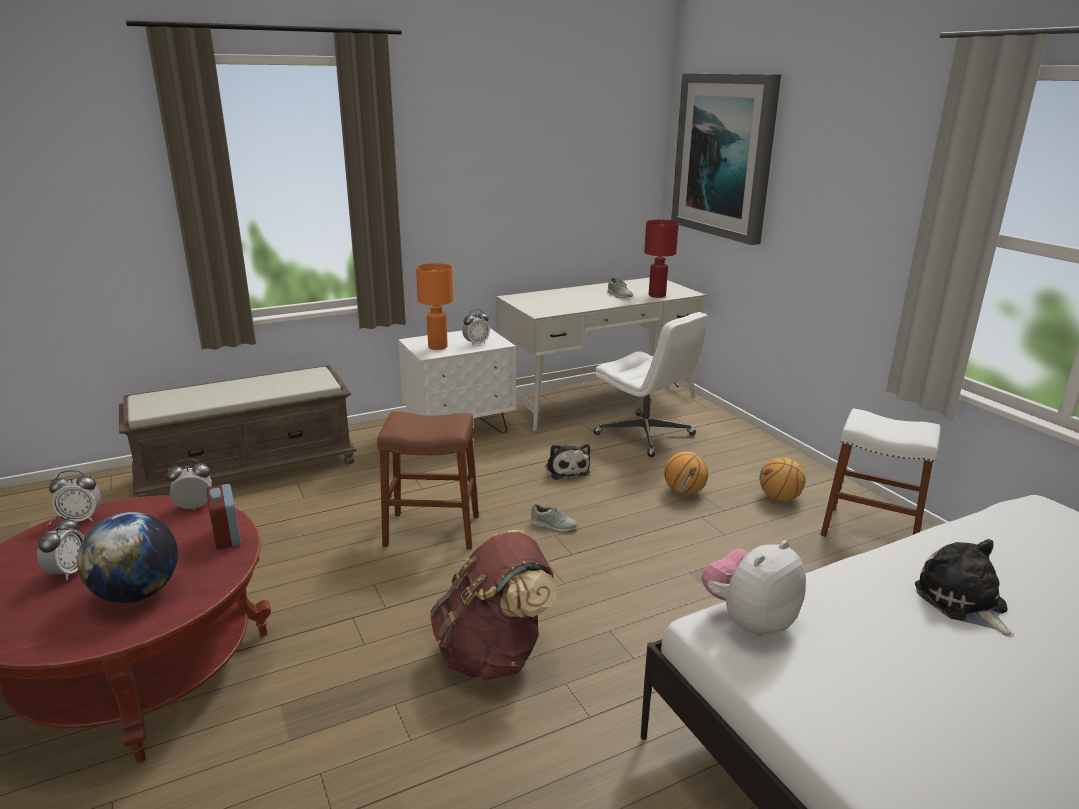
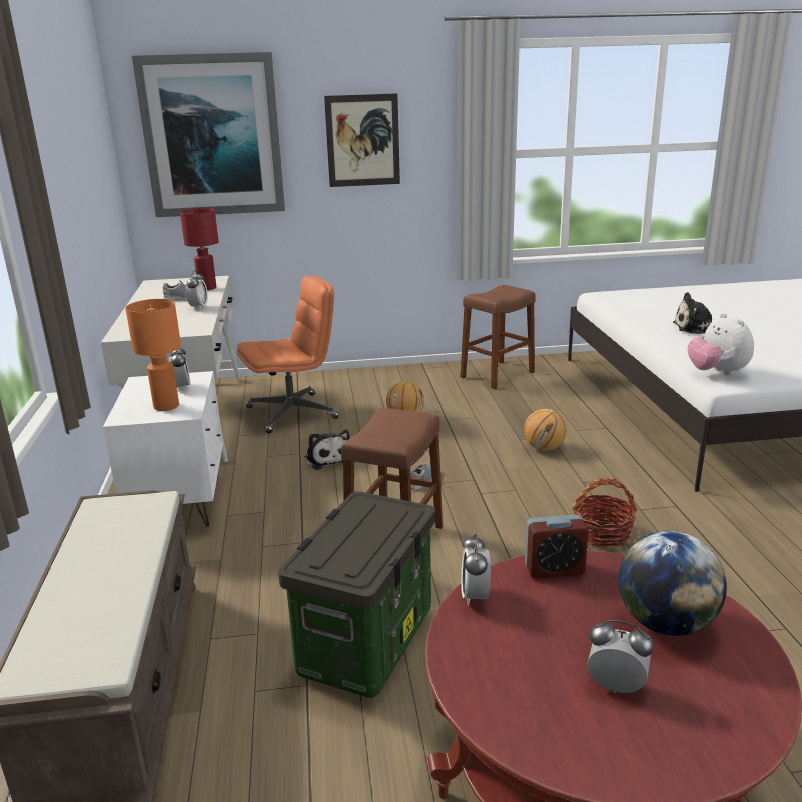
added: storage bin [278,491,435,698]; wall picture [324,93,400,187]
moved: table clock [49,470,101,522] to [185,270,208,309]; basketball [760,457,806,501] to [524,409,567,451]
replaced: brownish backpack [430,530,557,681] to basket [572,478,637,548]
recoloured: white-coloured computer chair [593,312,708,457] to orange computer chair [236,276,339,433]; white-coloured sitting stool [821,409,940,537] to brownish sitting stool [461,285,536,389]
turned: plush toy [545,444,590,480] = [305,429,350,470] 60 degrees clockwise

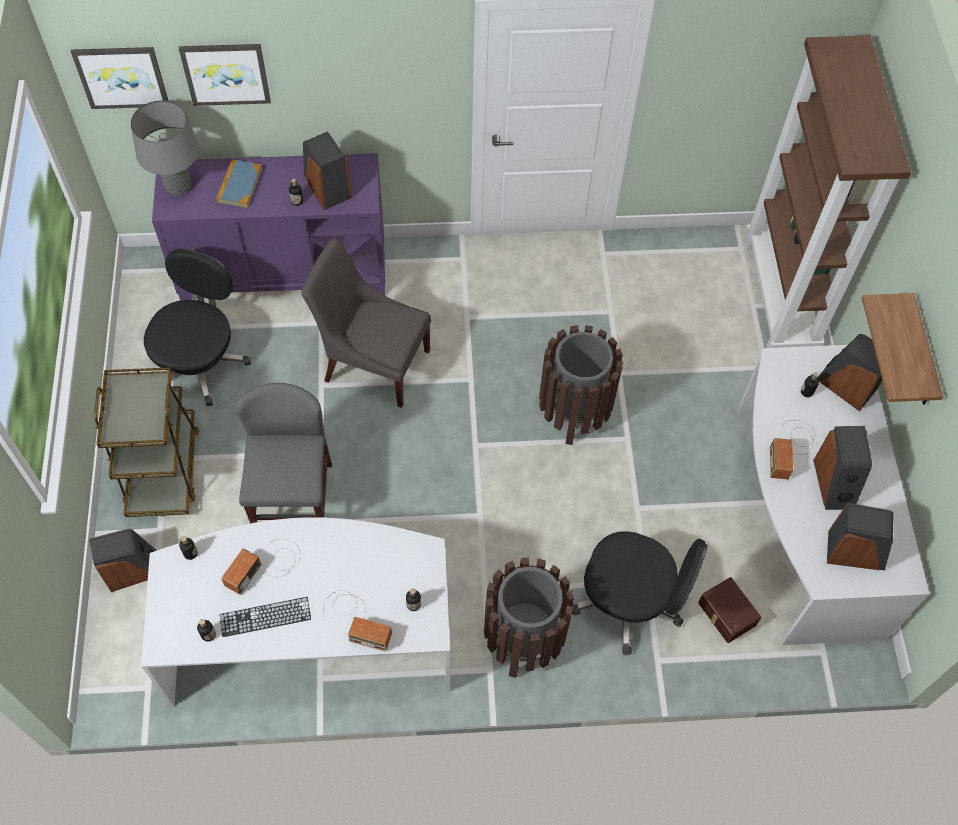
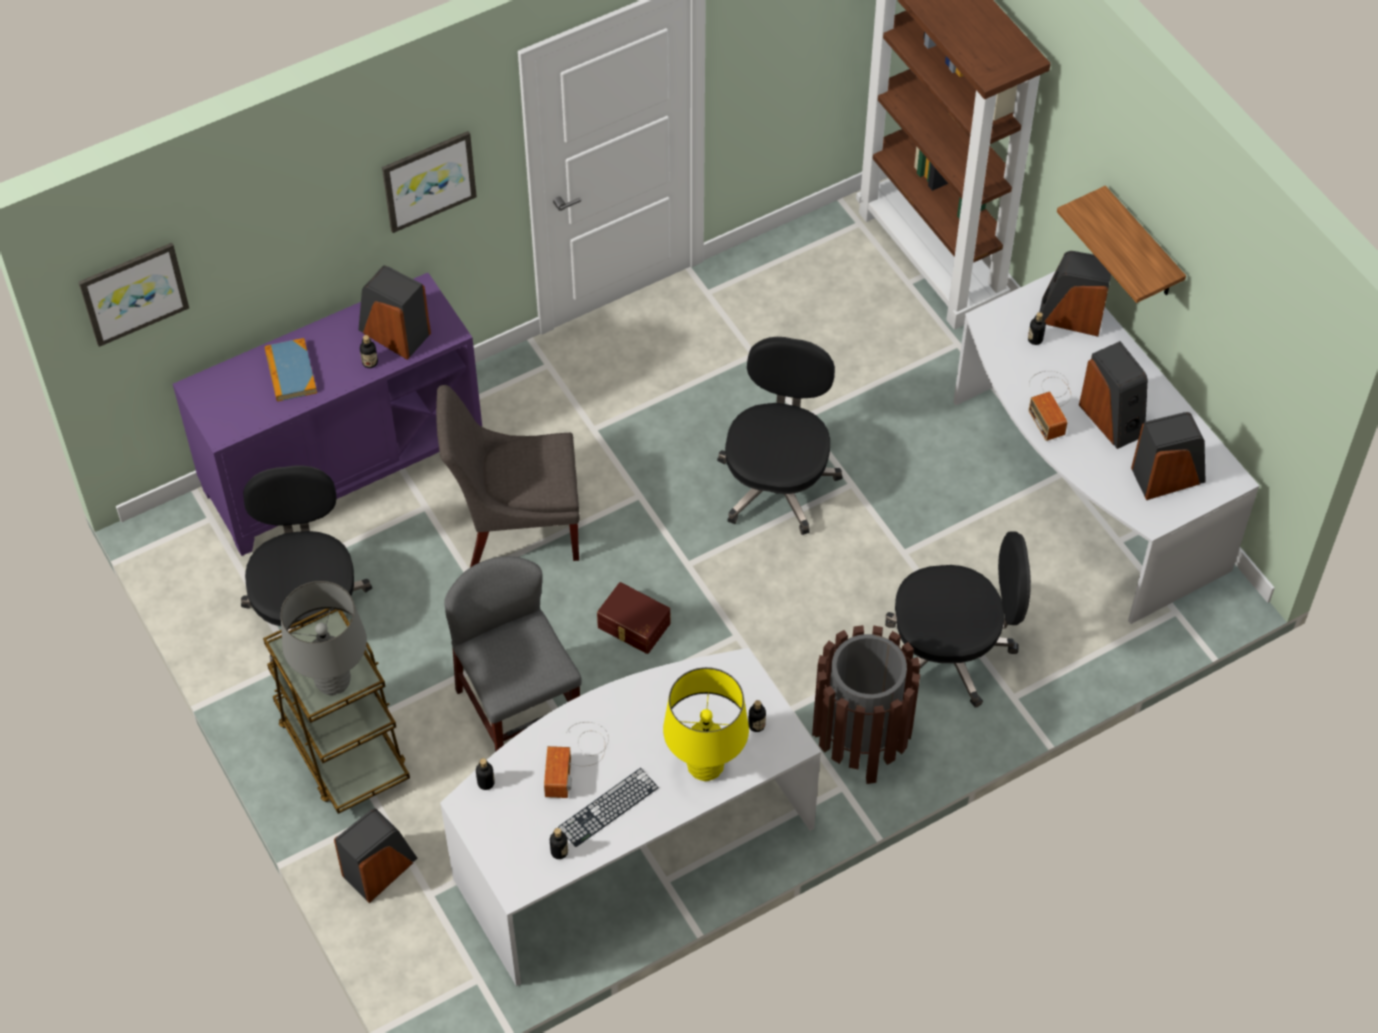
moved: gray tabletop lamp [131,100,199,196] to [281,581,367,696]; wall picture [179,44,271,106] to [382,131,477,233]; brownish storage bin [698,577,761,643] to [597,582,670,654]
replaced: radio [323,590,392,652] to yellowish tabletop lamp [663,667,749,781]; brownish waste bin [539,325,623,445] to blackish computer chair [717,337,843,535]

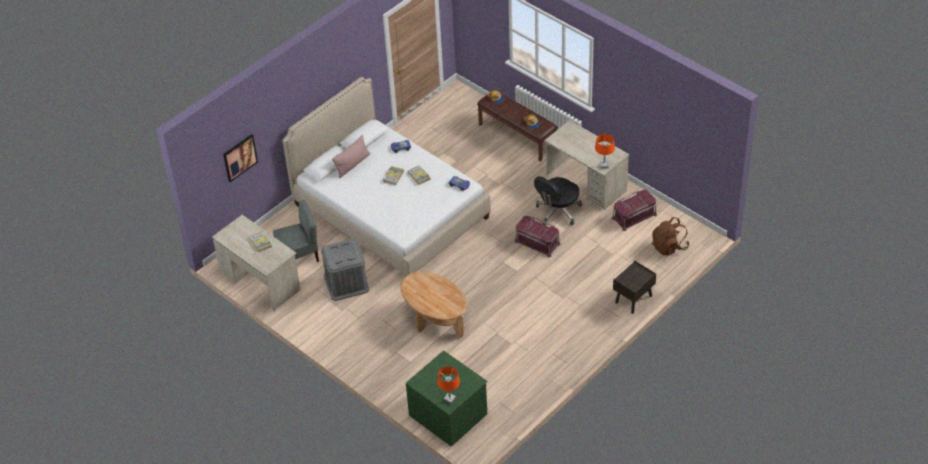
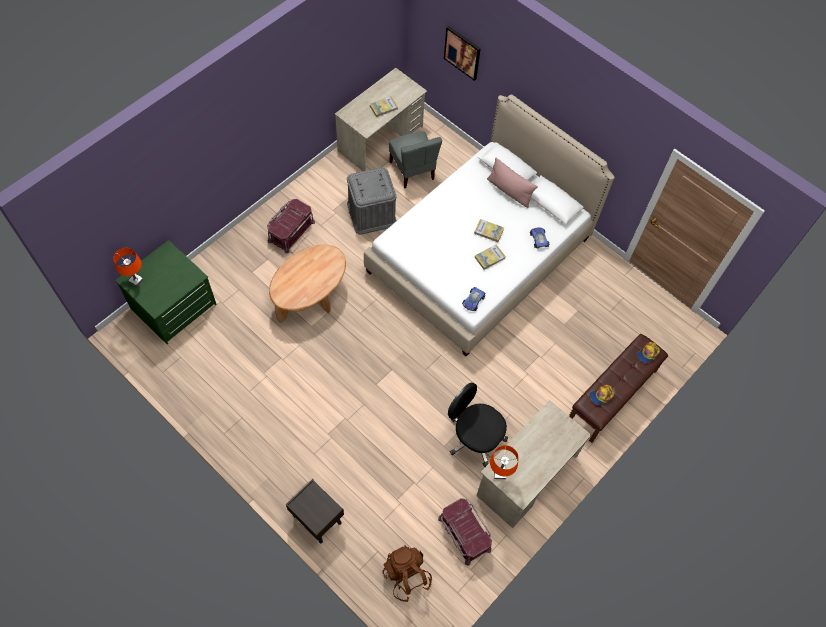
moved: reddish storage bin [514,216,561,257] to [267,199,315,253]

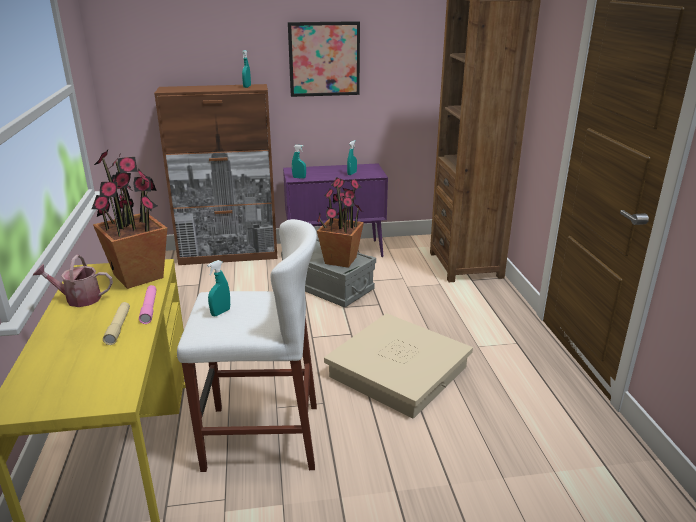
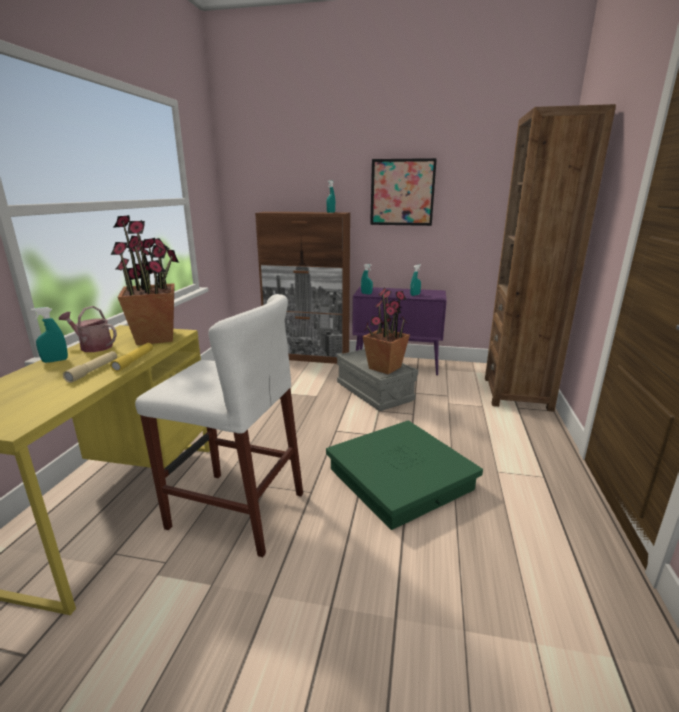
moved: blue-green sprayer [207,260,230,316] to [31,307,68,363]
recoloured: pink-coloured hand torch [139,285,156,324] to yellowish hand torch [110,343,153,372]; beige-coloured storage bin [324,313,473,419] to green-coloured storage bin [326,420,483,530]

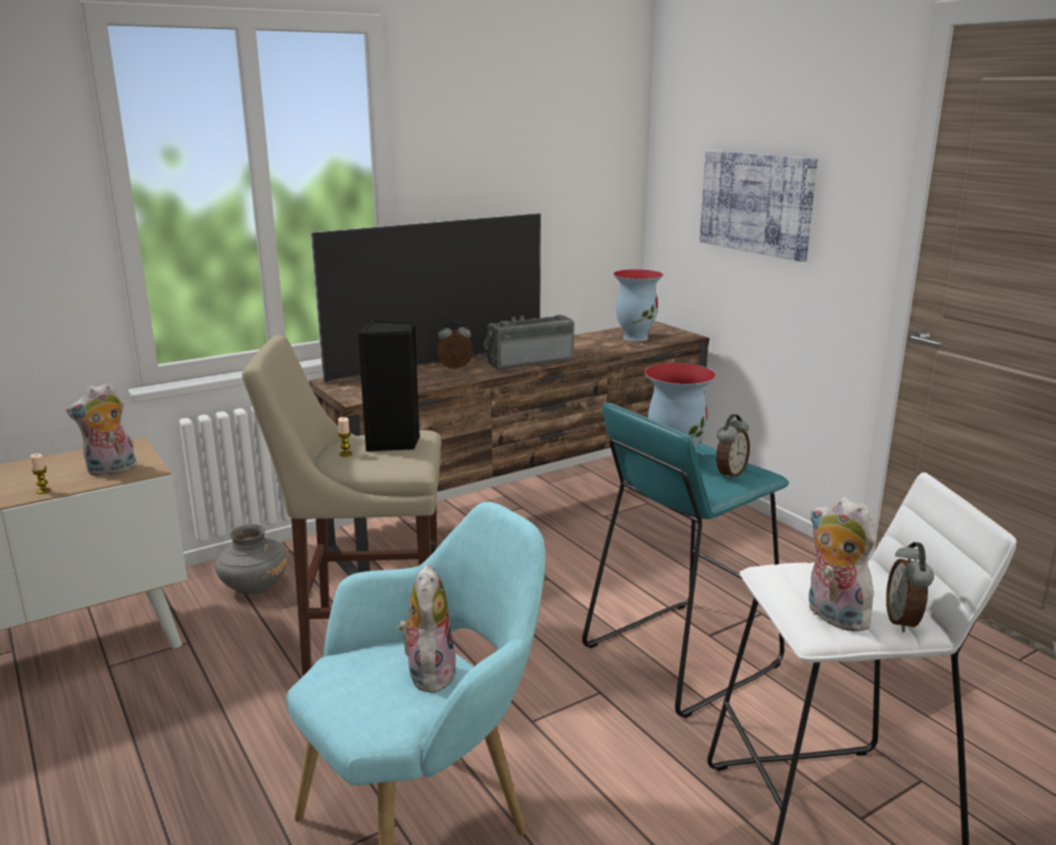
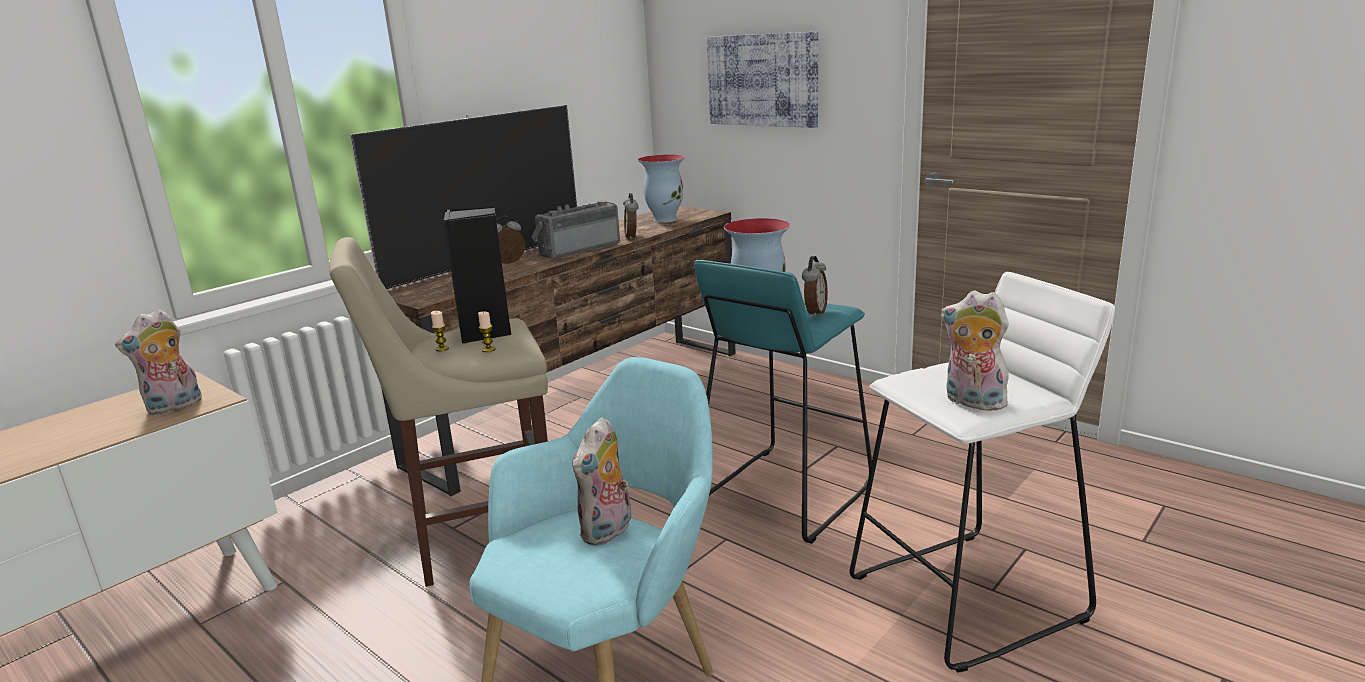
removed: gray decorative vase [215,524,288,595]
moved: wax candle [30,454,51,494] to [478,311,496,352]; table clock [886,542,934,633] to [623,193,639,240]
turned: plush toy [399,564,456,693] = [572,417,631,545] 135 degrees counterclockwise

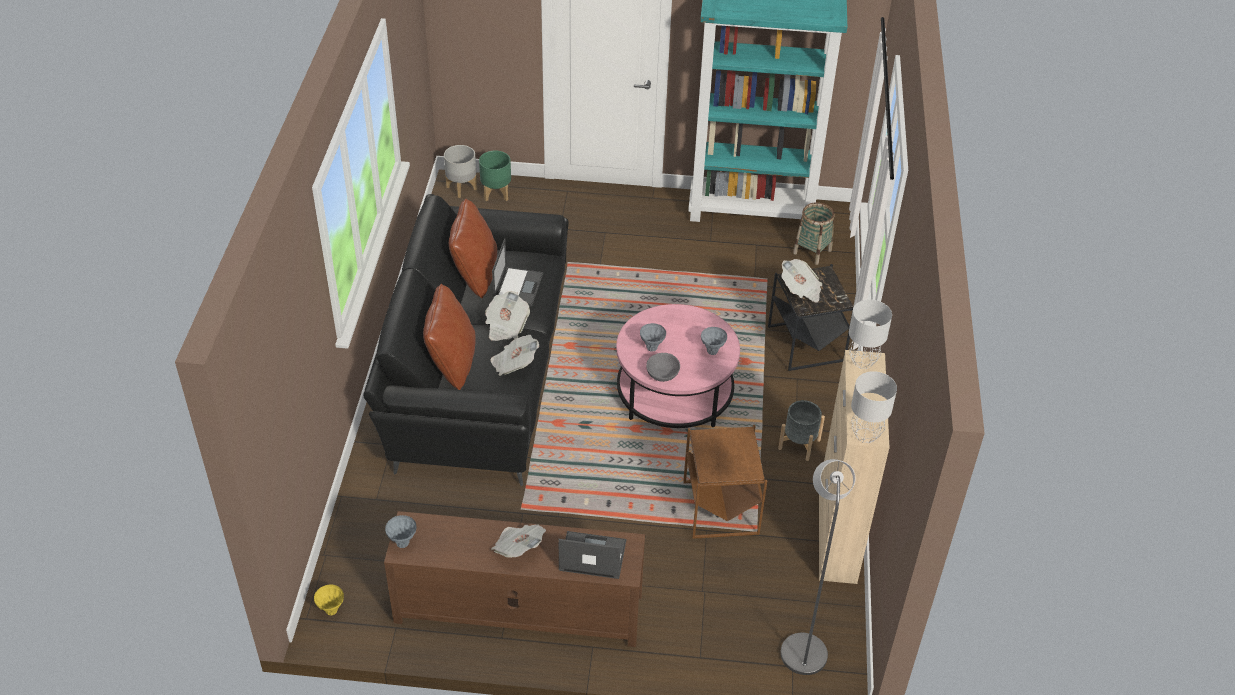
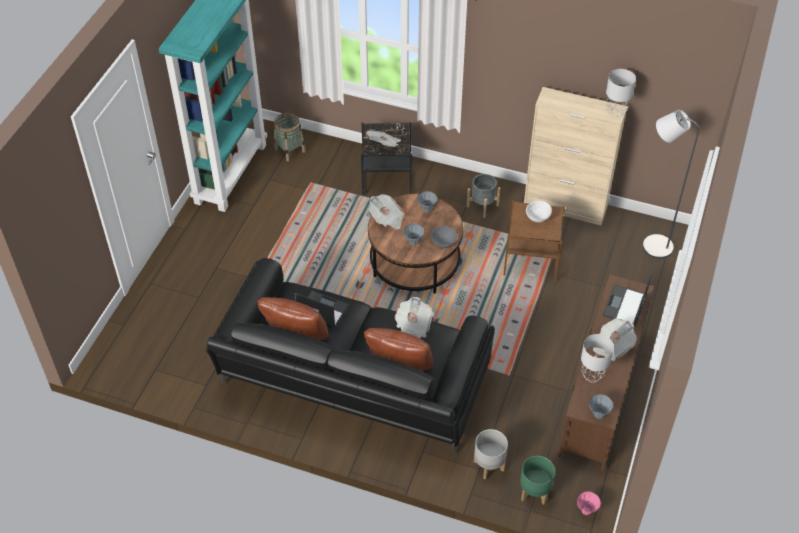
added: white-coloured deep dish [526,201,552,222]
moved: printed paper [485,291,530,341] to [369,194,404,230]; gray flower pot [444,145,477,198] to [474,429,508,479]; green-coloured flower pot [479,150,511,202] to [520,456,555,505]; gray tabletop lamp [849,299,892,369] to [581,334,614,383]
recoloured: pink-coloured lounge table [616,304,740,428] to brownish lounge table [368,194,463,294]; yellowish decorative vase [314,584,344,615] to pink-coloured decorative vase [577,491,601,515]

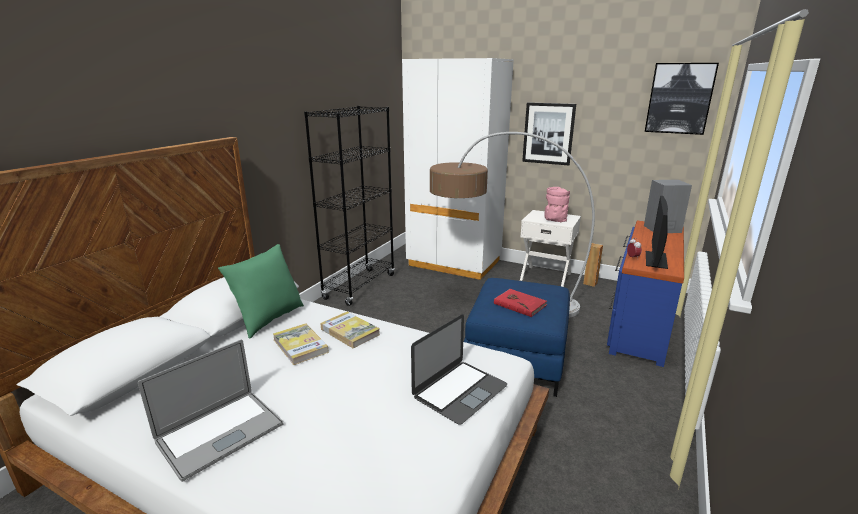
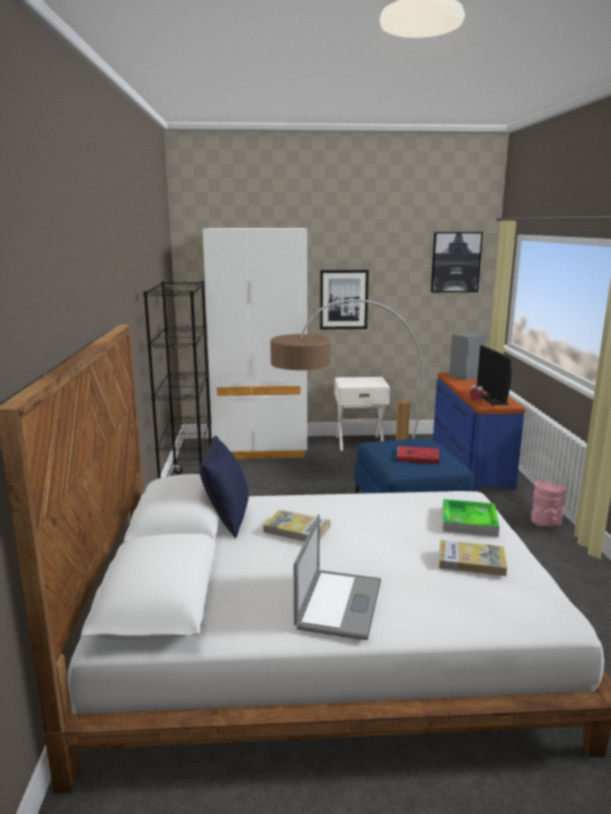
moved: volume [320,312,380,349] to [439,540,507,576]; pink-coloured decorative vase [544,187,570,222] to [531,480,566,526]
replaced: portable computer [411,314,507,424] to carrying tray [443,499,499,537]
recoloured: green-coloured throw pillow [218,244,304,339] to bluish throw pillow [199,436,249,538]

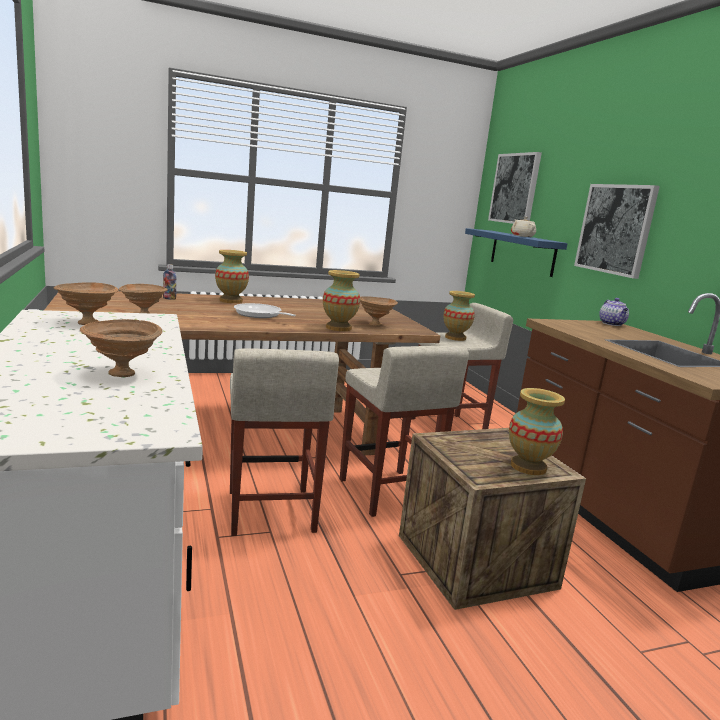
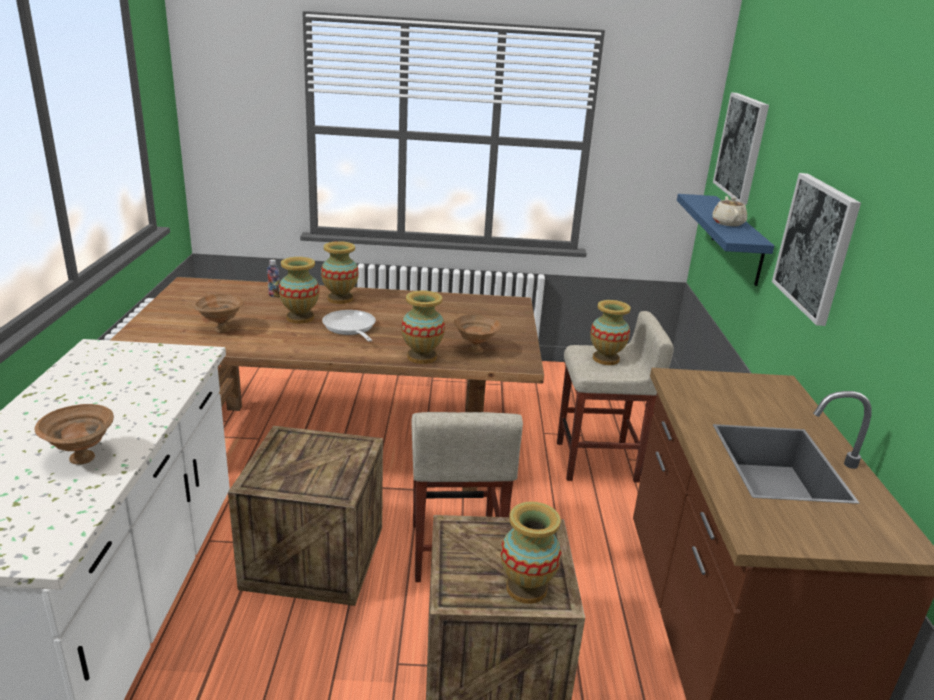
removed: brownish deep dish [53,282,119,325]; teapot [599,298,629,326]
added: decorative vase [279,257,319,324]
replaced: beige-coloured sitting stool [230,348,339,536] to crate [228,426,383,606]

